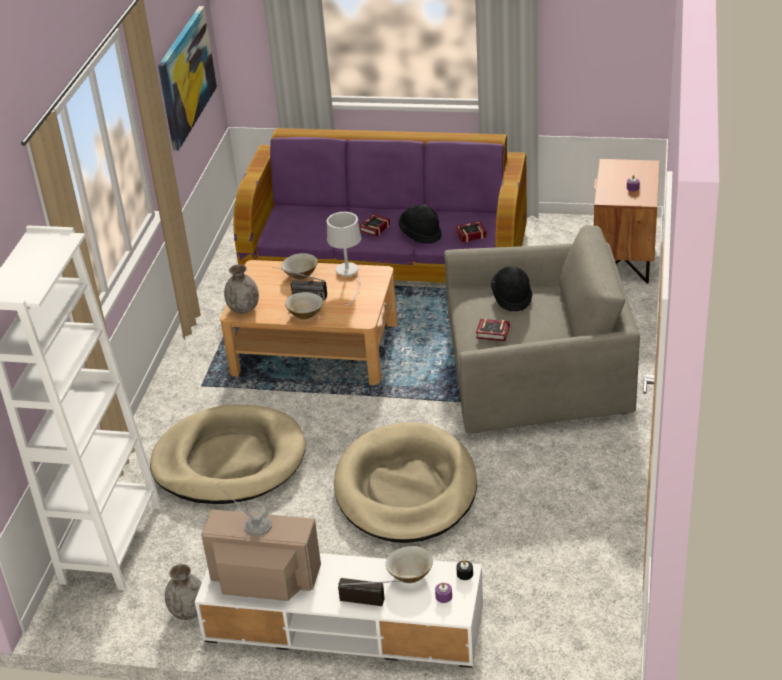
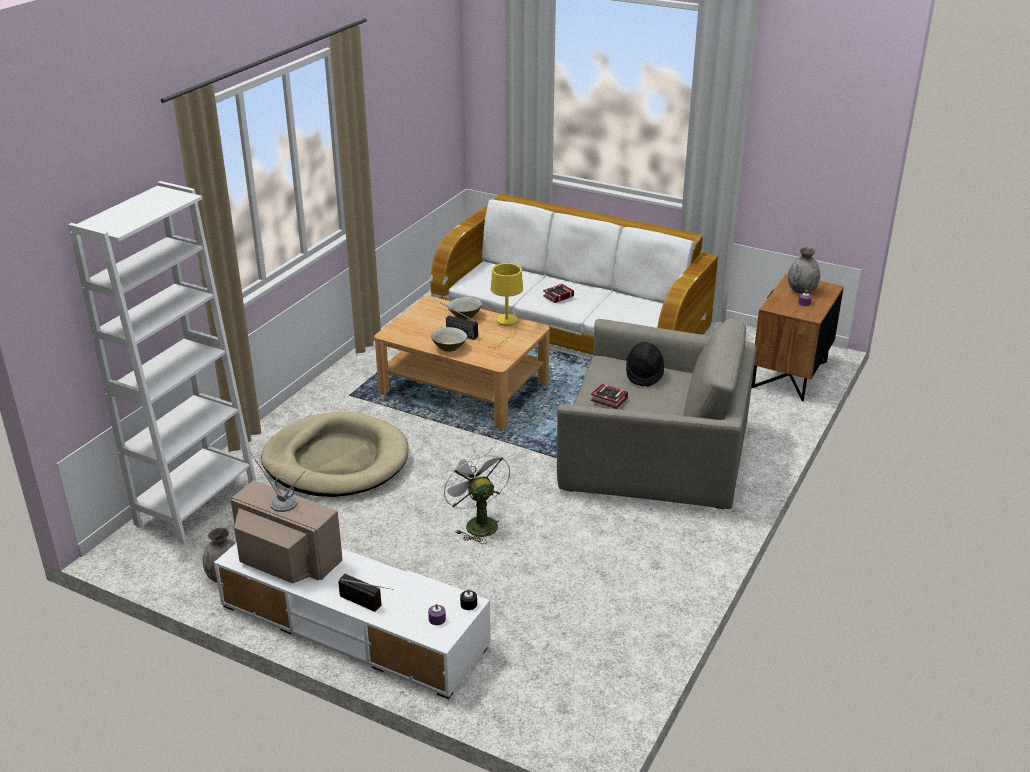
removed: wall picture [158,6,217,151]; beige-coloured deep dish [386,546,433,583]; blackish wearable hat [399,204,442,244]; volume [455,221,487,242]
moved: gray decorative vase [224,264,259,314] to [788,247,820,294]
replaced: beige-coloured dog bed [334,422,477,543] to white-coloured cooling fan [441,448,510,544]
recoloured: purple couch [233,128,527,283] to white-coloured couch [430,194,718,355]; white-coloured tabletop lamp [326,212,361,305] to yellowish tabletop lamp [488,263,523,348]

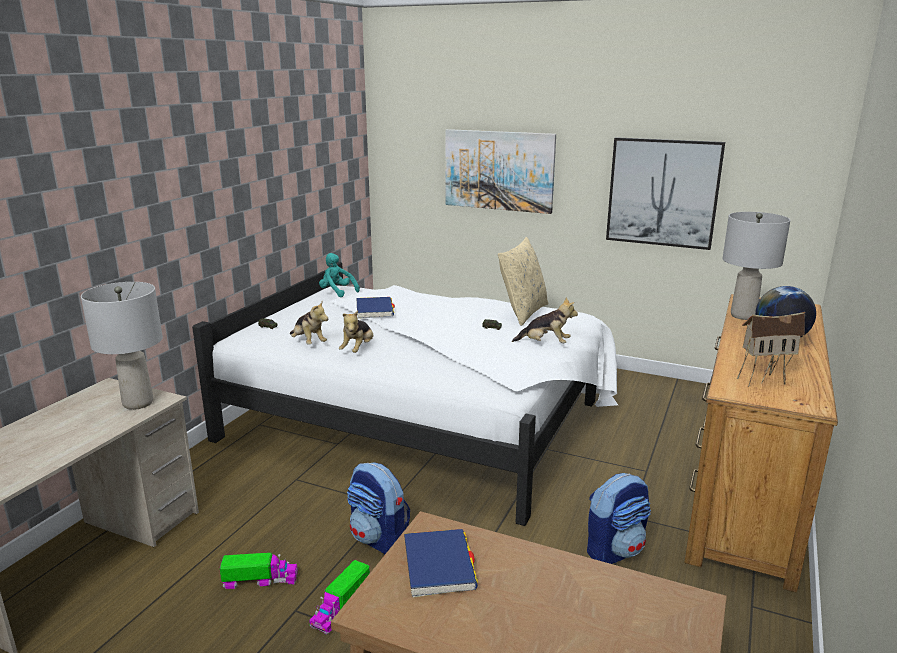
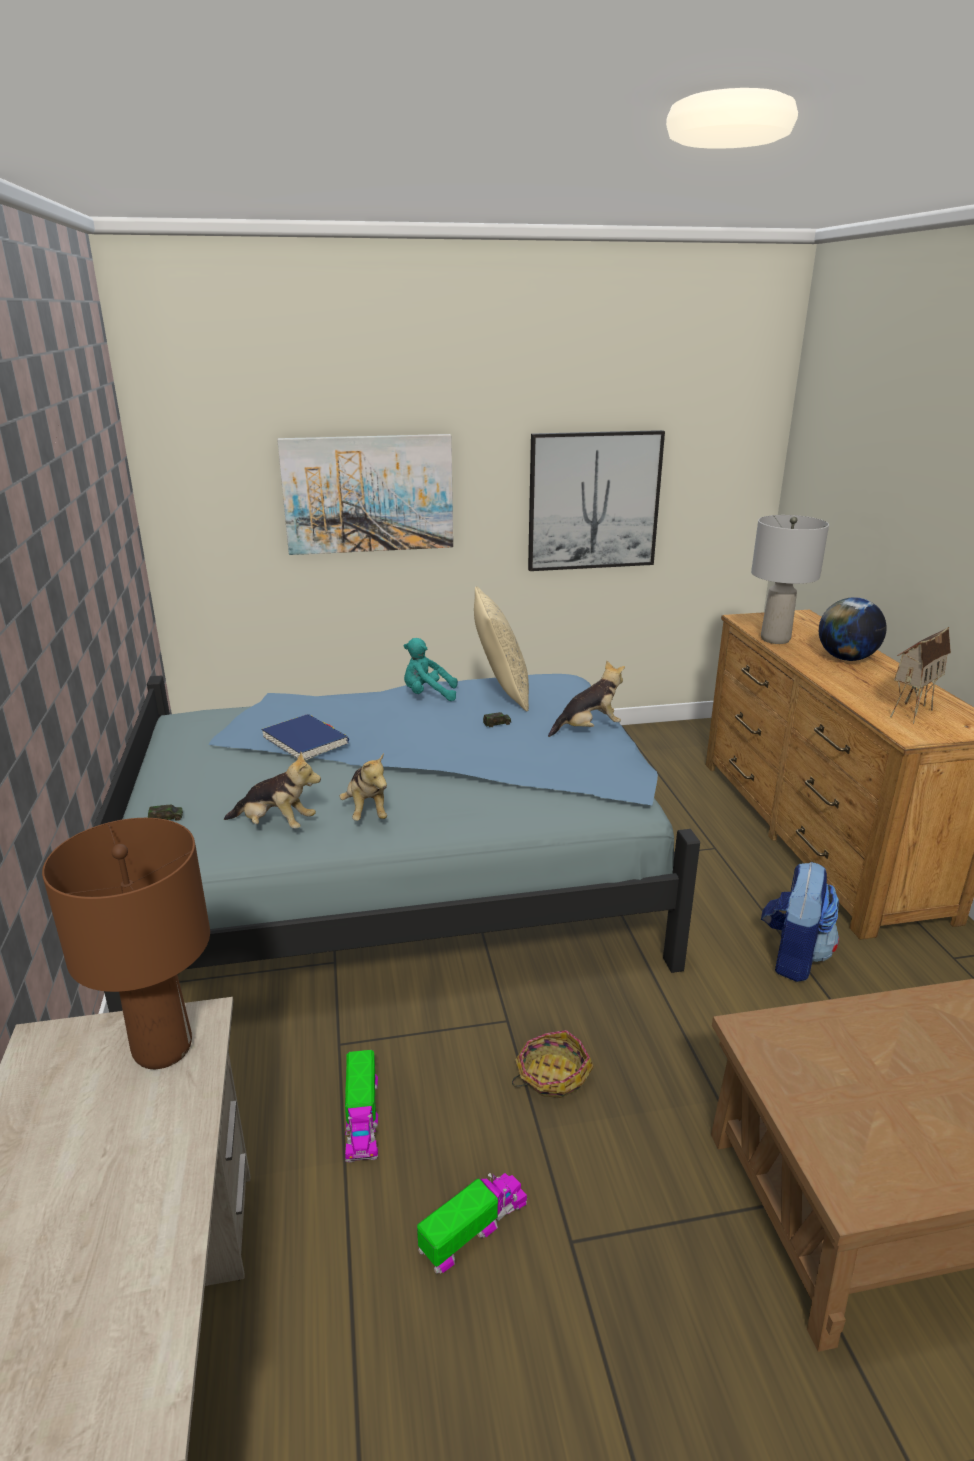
removed: bluish volume [404,529,478,598]
moved: model truck [309,560,370,635] to [345,1050,378,1163]; blue-green plush toy [319,253,360,297] to [404,638,458,701]
replaced: backpack [347,462,410,555] to basket [512,1030,594,1098]
recoloured: gray tabletop lamp [81,282,163,410] to brownish tabletop lamp [42,818,210,1069]; white-coloured bedroom bed [192,262,618,526] to bluish bedroom bed [93,674,700,1013]

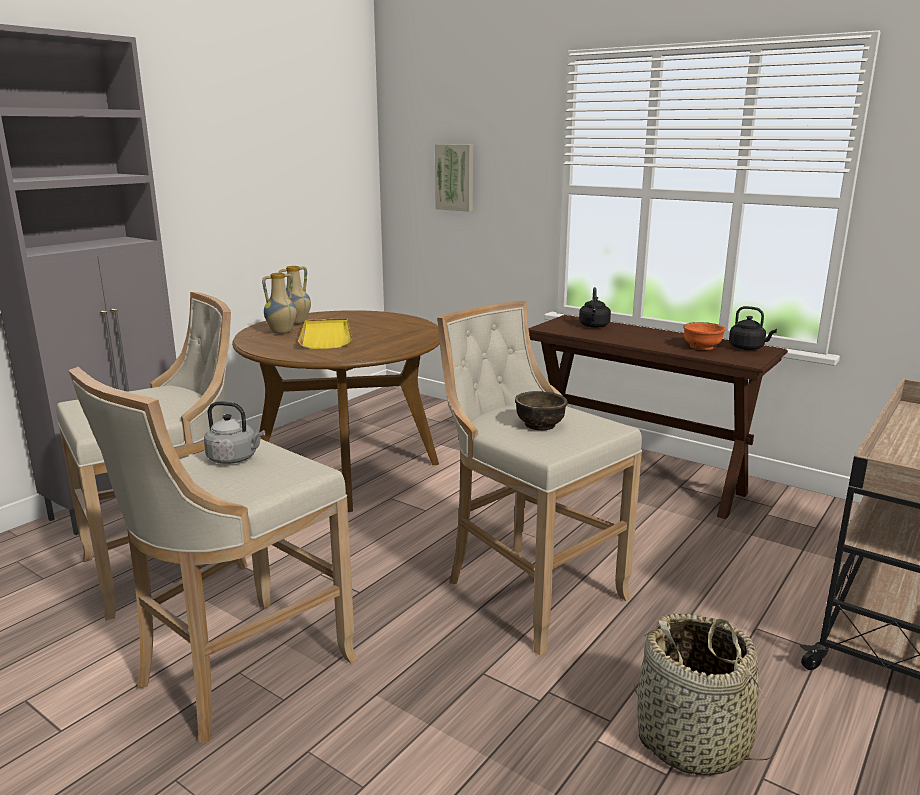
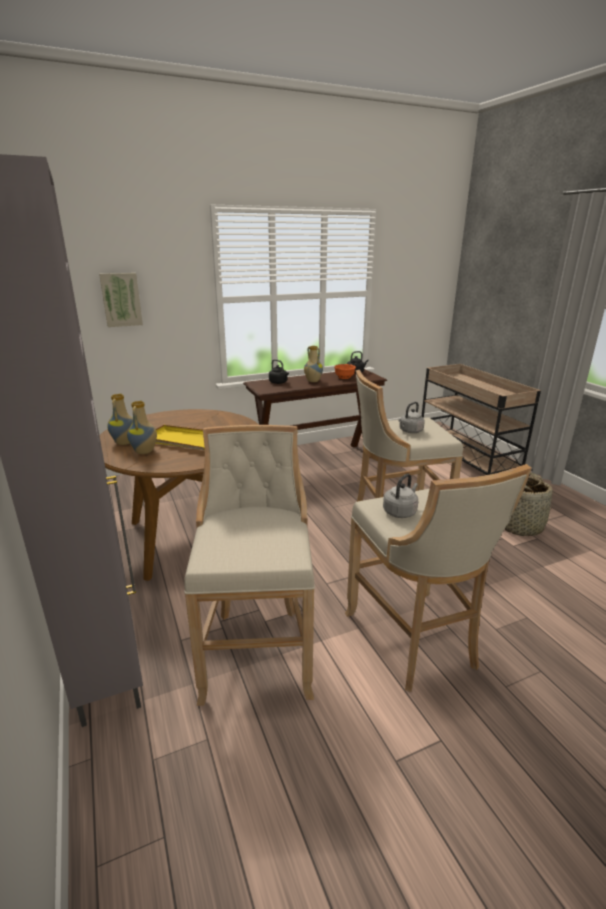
added: decorative vase [304,346,323,382]
replaced: brownish deep dish [515,391,568,430] to gray kettle [398,402,425,433]

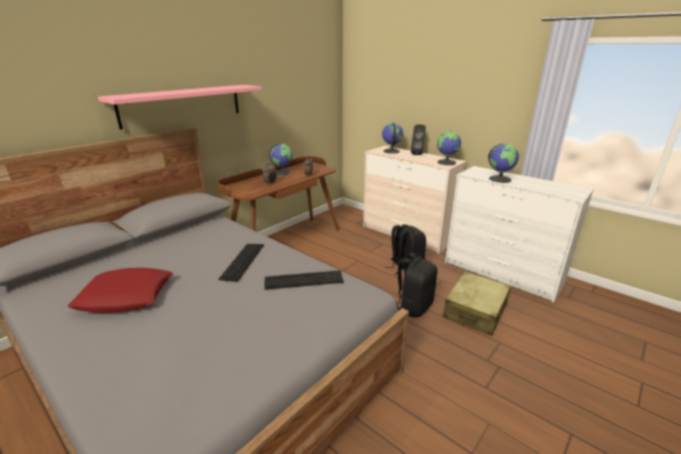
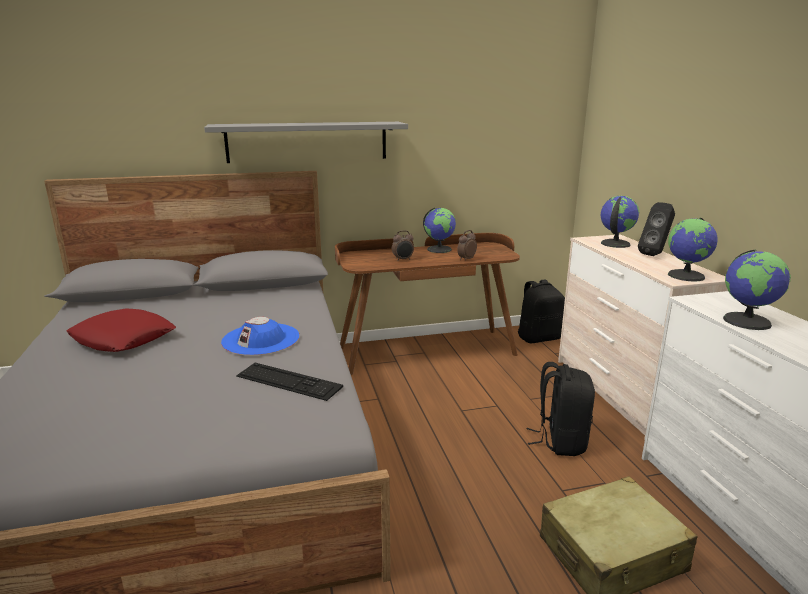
moved: blackish backpack [396,253,437,318] to [518,280,565,343]
replaced: PC keyboard [218,244,264,282] to bluish wearable hat [221,317,299,355]
recoloured: pink-coloured bracket shelf [98,85,262,130] to gray bracket shelf [204,122,408,163]

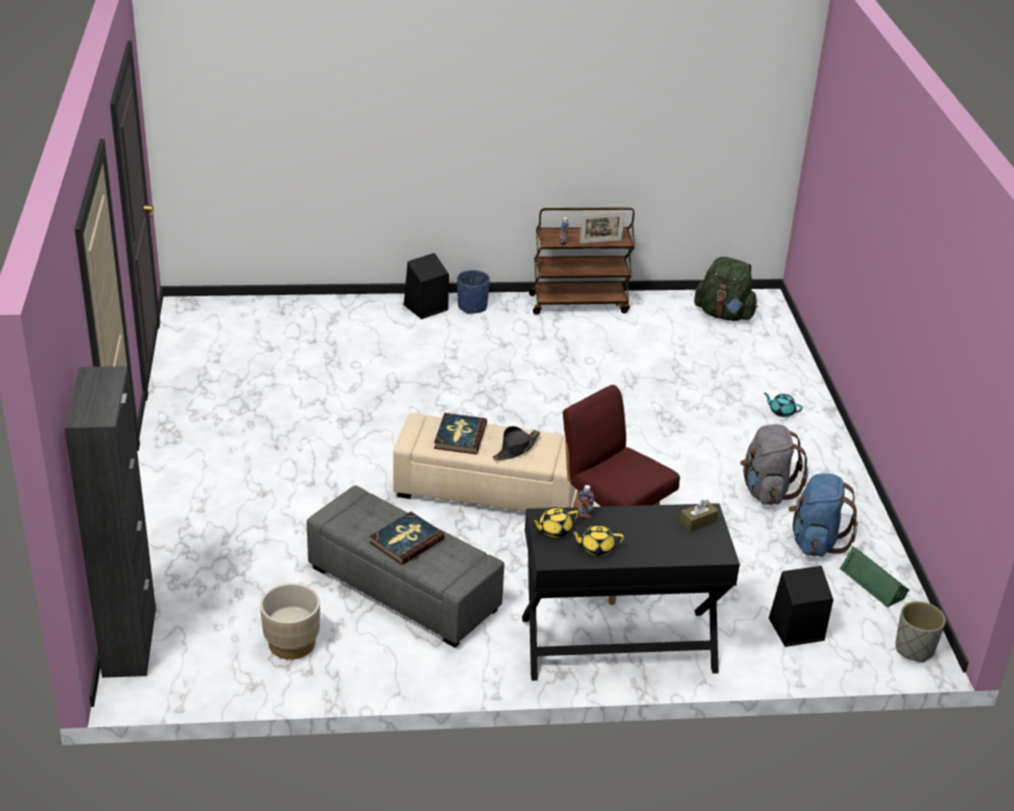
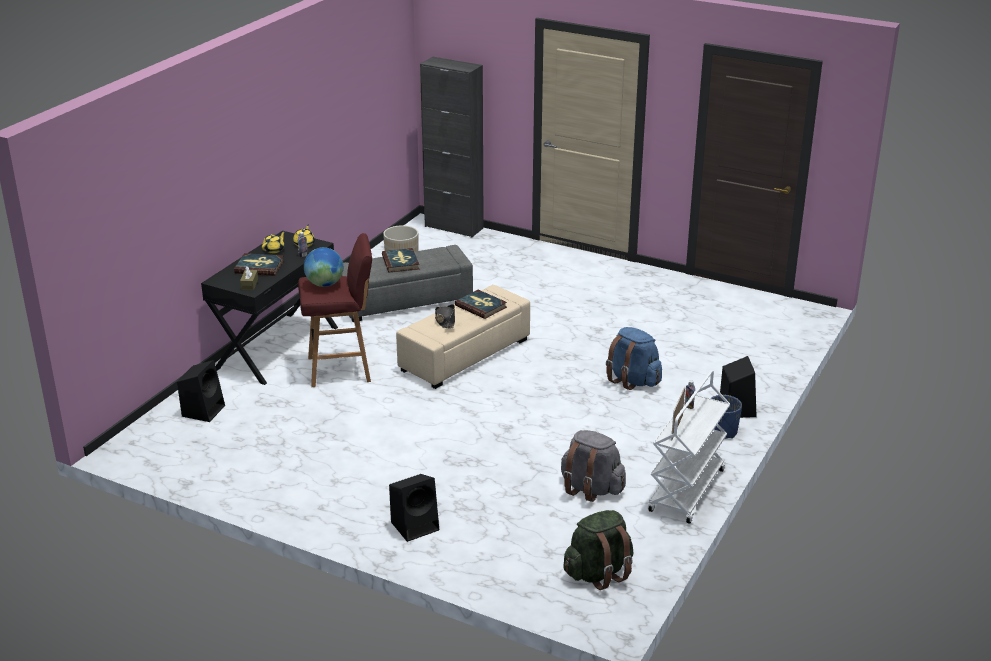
removed: green-coloured speaker [840,546,909,608]; gray flower pot [895,601,946,662]
added: volume [234,253,284,276]; globe [304,247,343,287]
moved: gray backpack [740,424,808,505] to [561,430,626,502]; bluish backpack [788,473,858,557] to [606,327,662,390]
replaced: blue-green teapot [764,393,803,417] to blackish speaker [389,474,439,542]
recoloured: brownish cart [529,207,635,315] to white-coloured cart [648,370,730,524]

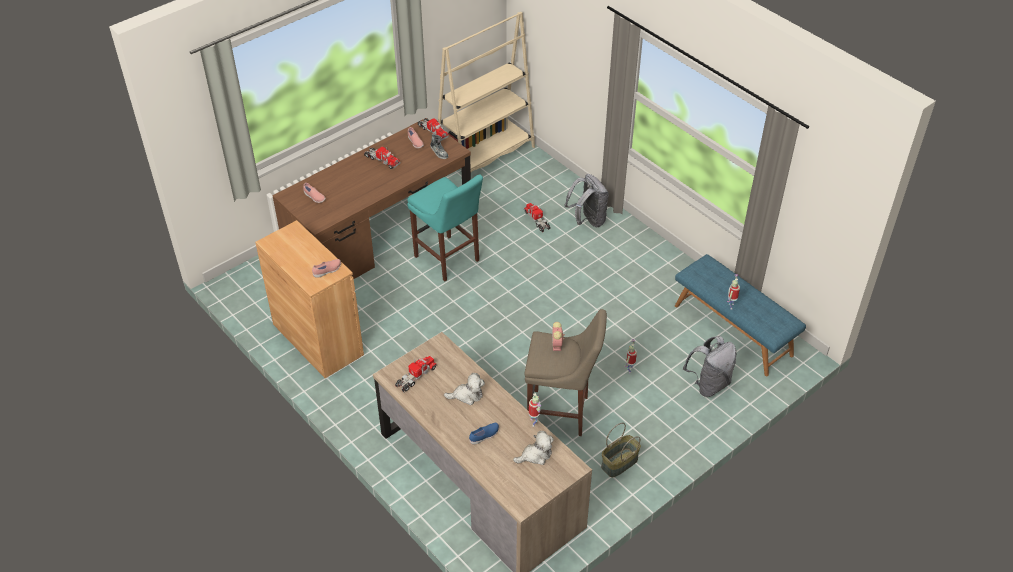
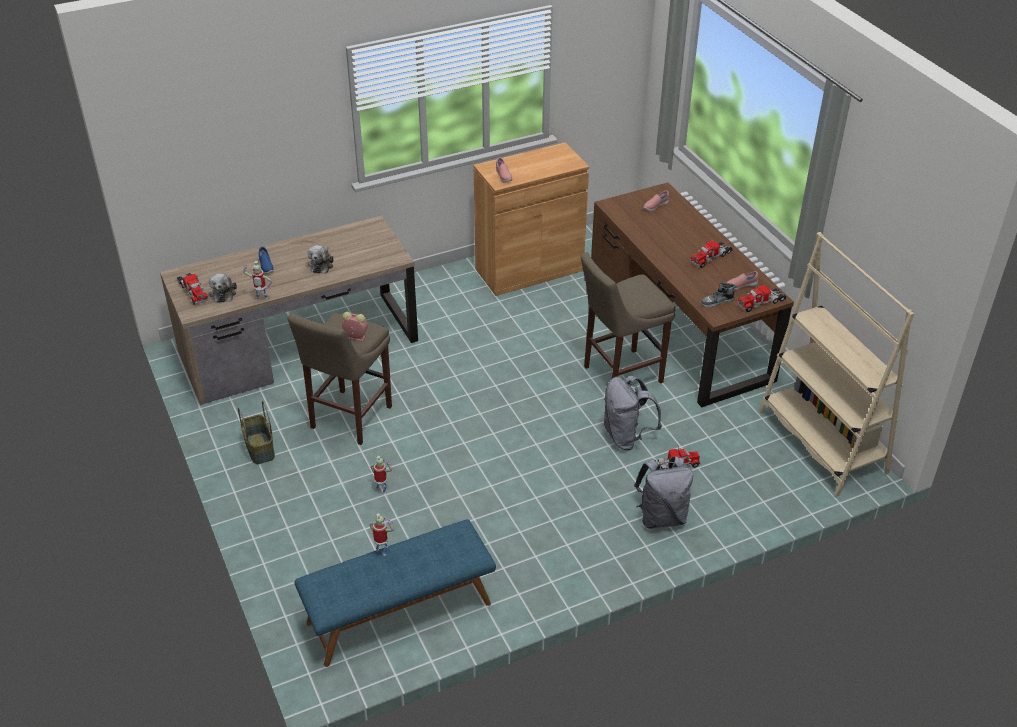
moved: model truck [395,356,437,392] to [177,273,208,305]; gray backpack [683,336,736,397] to [603,375,662,450]
recoloured: blue-green sitting stool [407,174,483,282] to beige-coloured sitting stool [581,252,676,383]

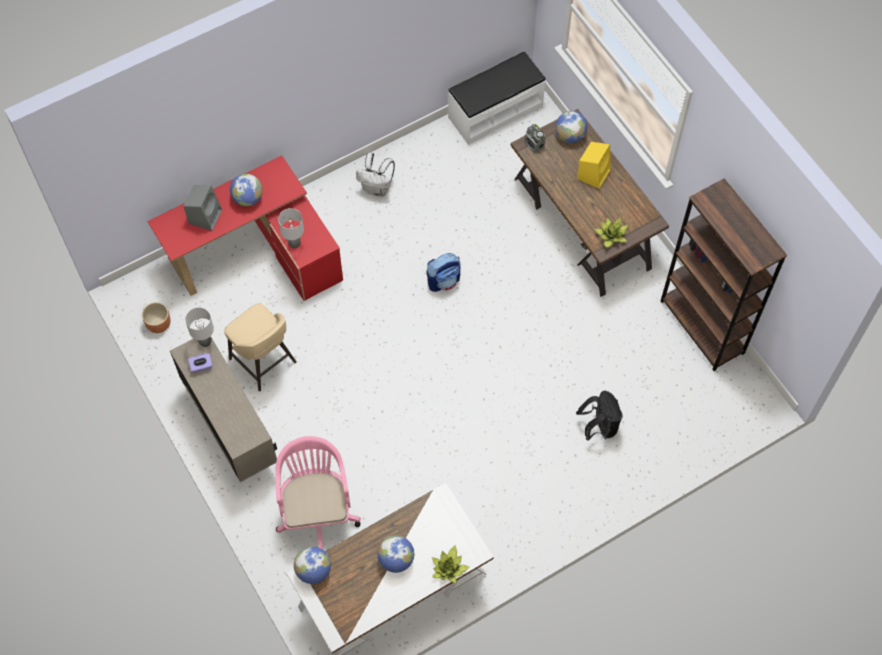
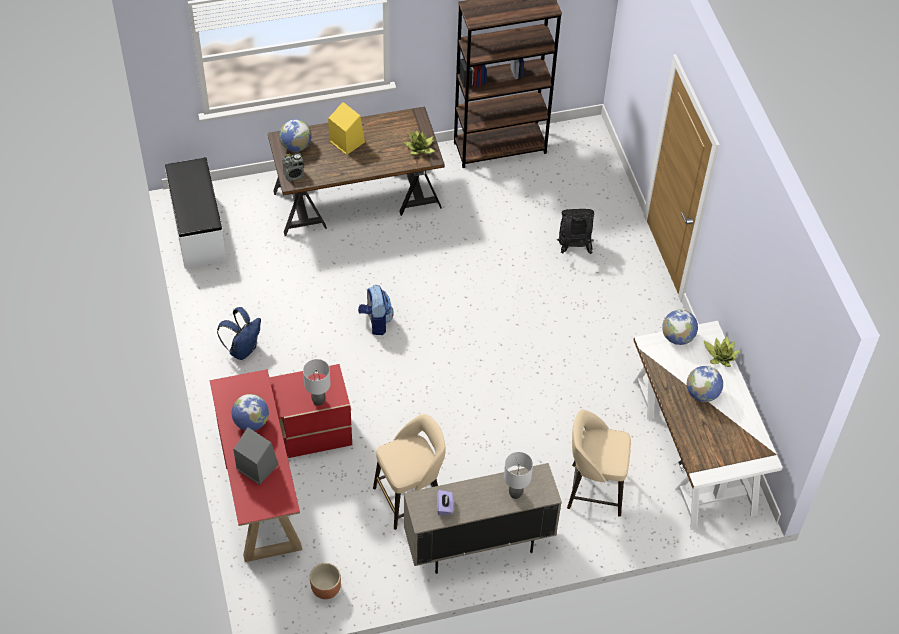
moved: gray tabletop lamp [185,307,214,347] to [504,452,533,499]; globe [294,546,331,584] to [662,310,698,345]
replaced: pink-coloured computer chair [276,436,361,549] to beige-coloured sitting stool [567,410,631,517]
recoloured: white-coloured backpack [356,153,395,197] to bluish backpack [217,307,261,360]

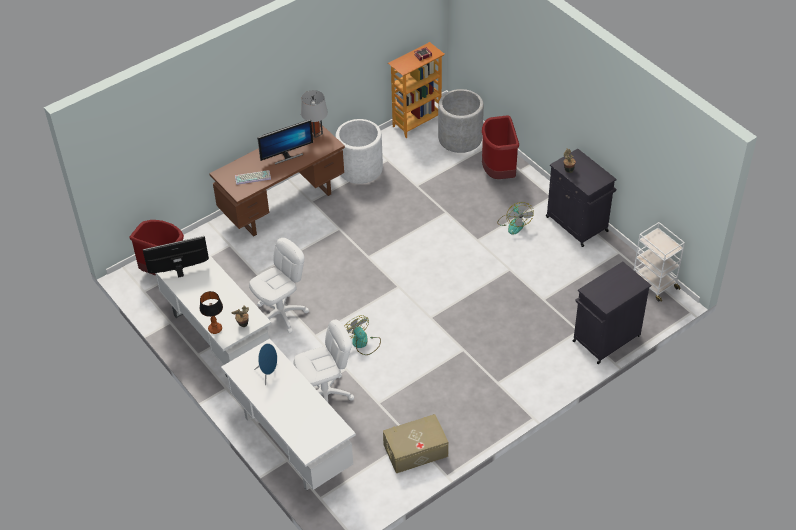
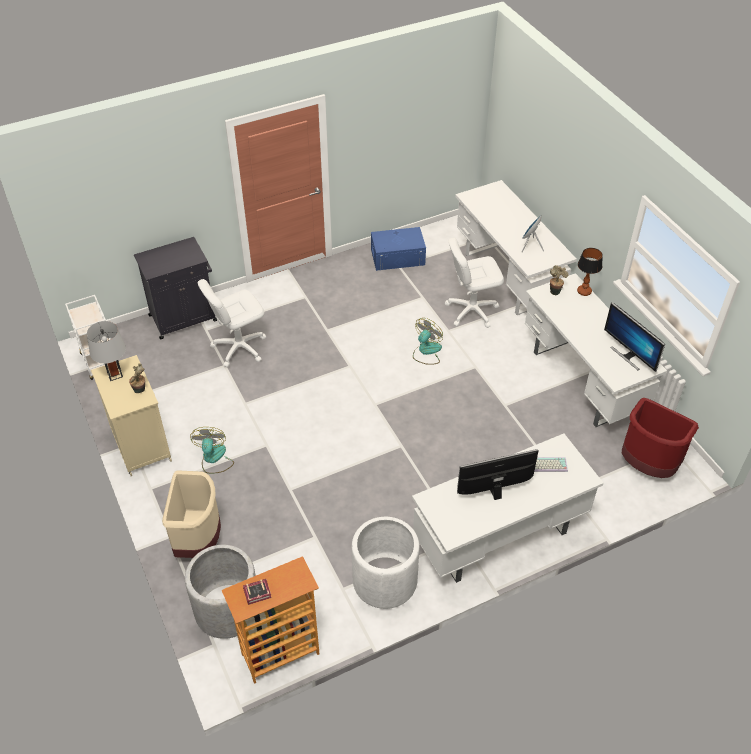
moved: gray tabletop lamp [301,90,328,138] to [87,321,126,381]; white-coloured computer chair [249,238,309,333] to [198,279,266,367]
recoloured: blackish storage cabinet [546,149,617,247] to beige-coloured storage cabinet [91,355,172,476]; reddish waste bin [482,115,519,179] to beige-coloured waste bin [162,470,221,558]; beige-coloured storage bin [383,414,449,473] to bluish storage bin [371,227,426,271]; brownish desk [209,123,345,236] to white-coloured desk [412,434,604,583]
turned: cooling fan [346,315,381,355] = [413,318,443,365] 120 degrees counterclockwise; computer display [143,236,209,278] = [604,302,665,372] 60 degrees clockwise

